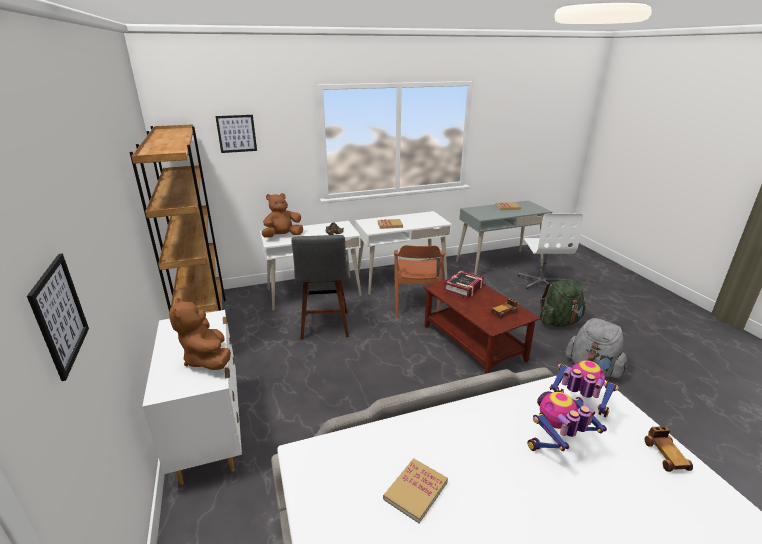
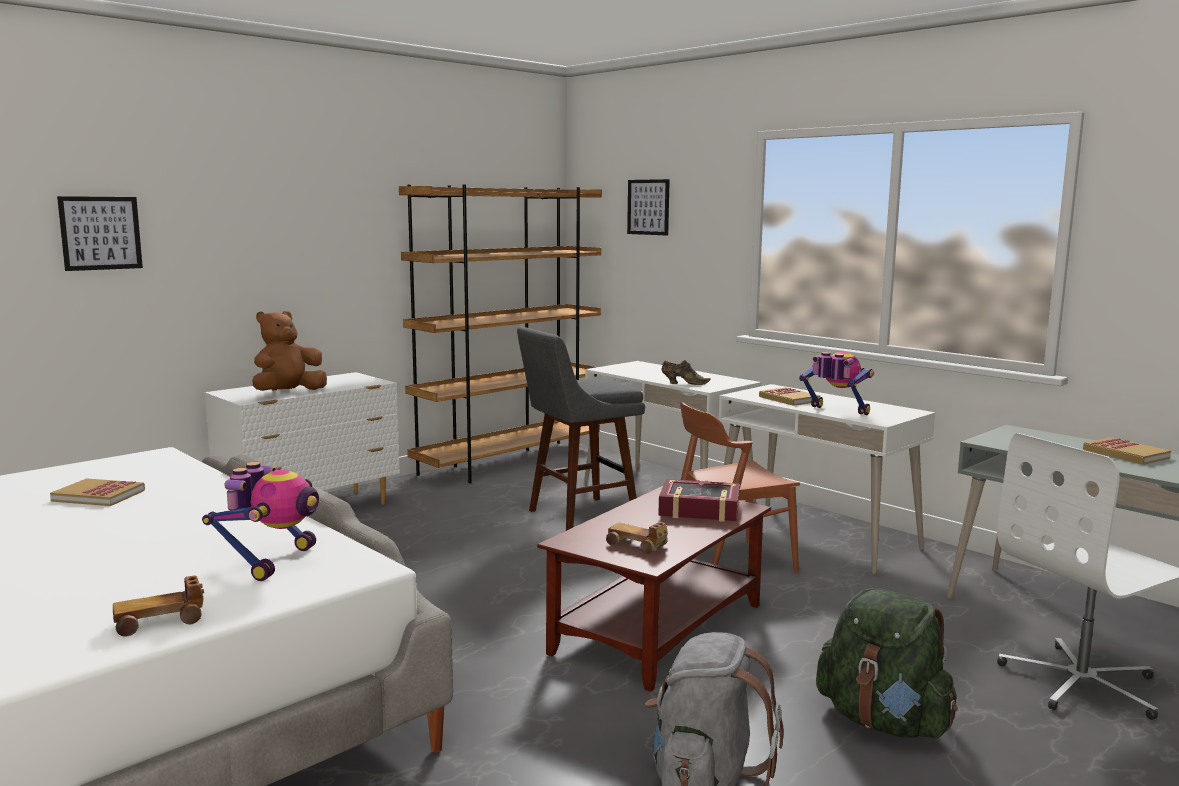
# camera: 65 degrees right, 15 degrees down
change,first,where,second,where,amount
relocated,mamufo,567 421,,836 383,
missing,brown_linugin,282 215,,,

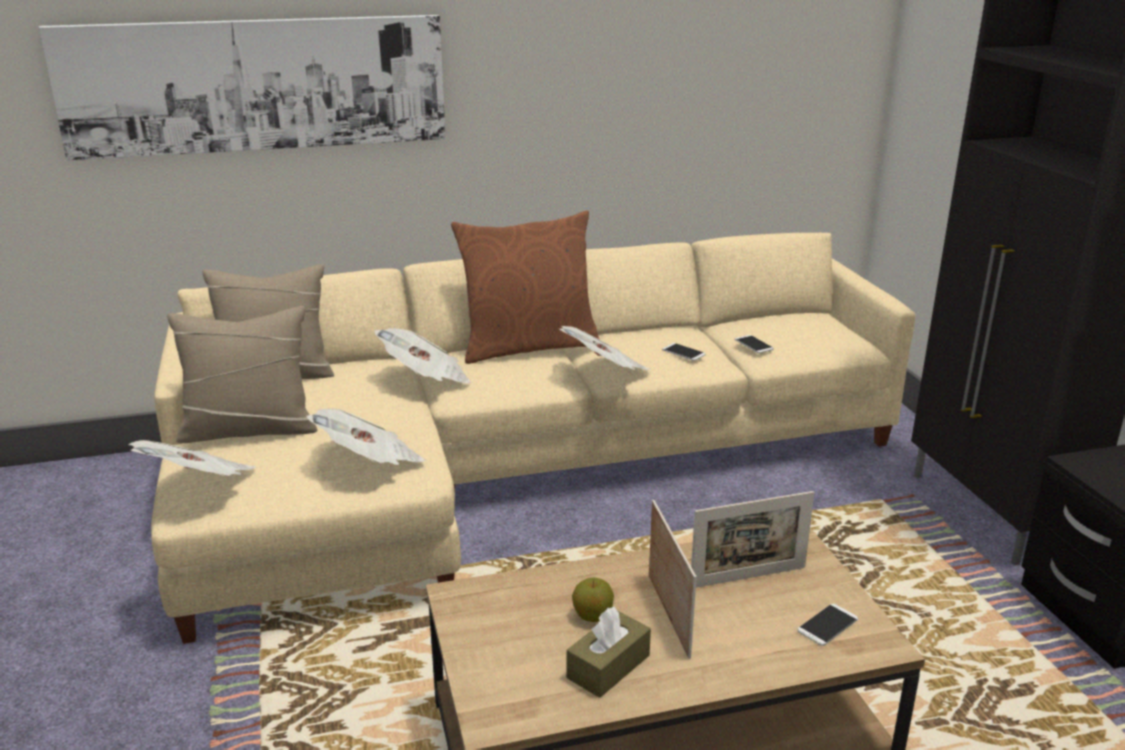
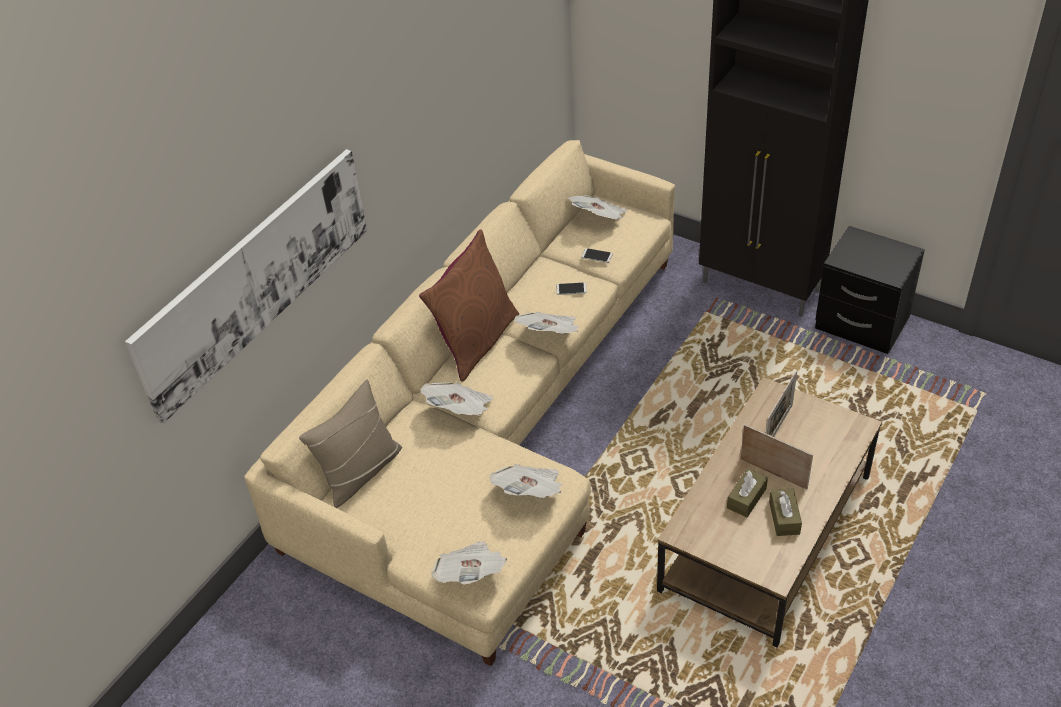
# camera: 40 degrees left, 20 degrees up
change,first,where,second,where,amount
appeared,,,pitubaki,597 207,
exchanged,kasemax,593 599,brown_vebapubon,747 492,
missing,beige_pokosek,242 374,,,
missing,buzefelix,827 625,,,

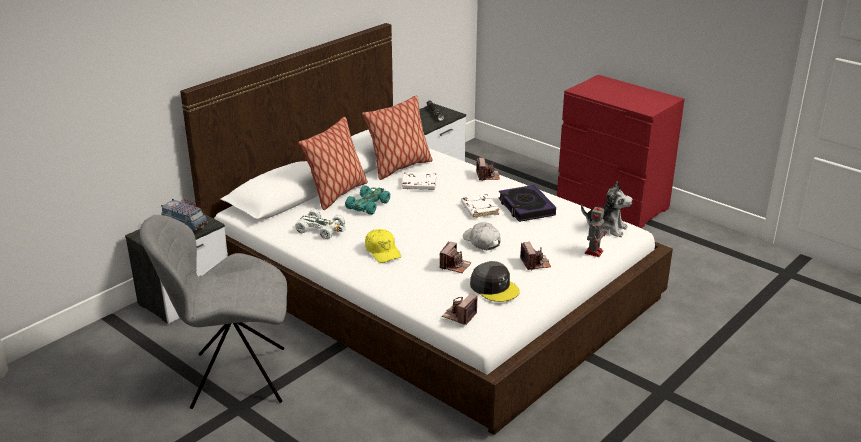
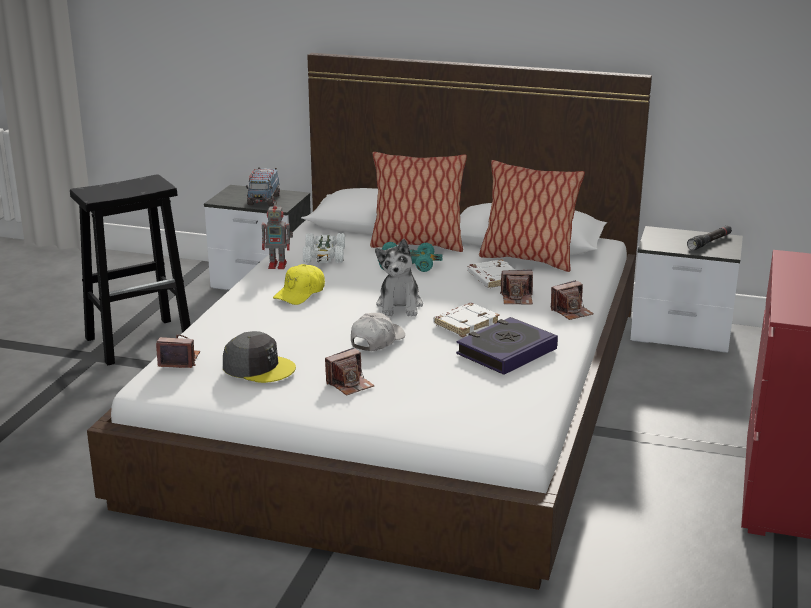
# camera: 65 degrees right, 5 degrees down
change,first,where,second,where,amount
exchanged,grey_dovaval,213 312,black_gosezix,130 269,
spun,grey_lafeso,495 281,,259 357,90 degrees counterclockwise
relocated,mamufo,595 230,,277 235,
relocated,linugin,607 209,,399 277,
relocated,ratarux,456 257,,516 287,

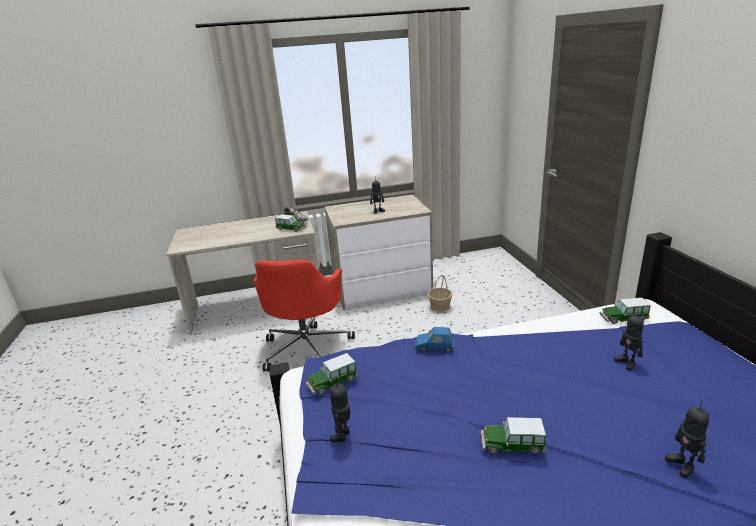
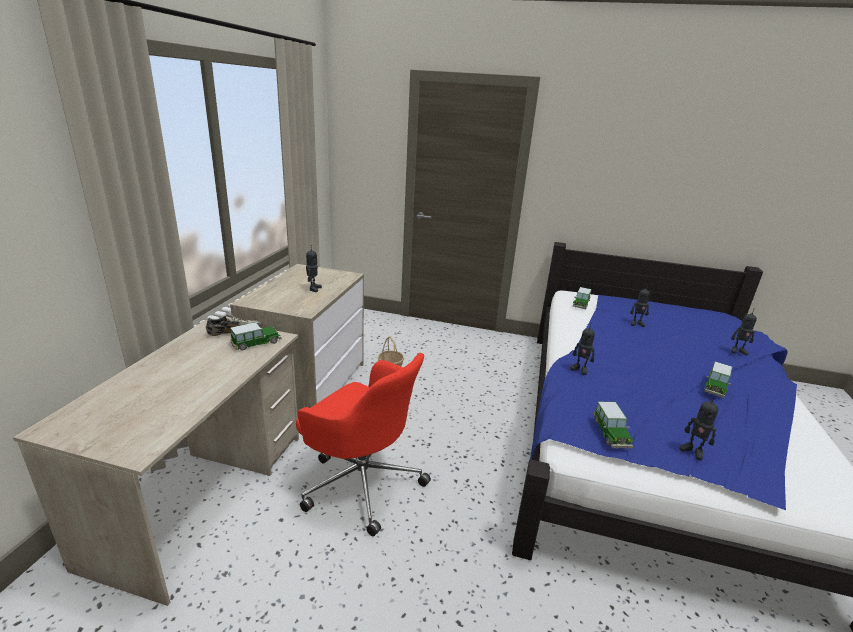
# camera: 65 degrees left, 0 degrees up
change,first,where,second,where,amount
exchanged,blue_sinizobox,434 339,mamufo,582 349,

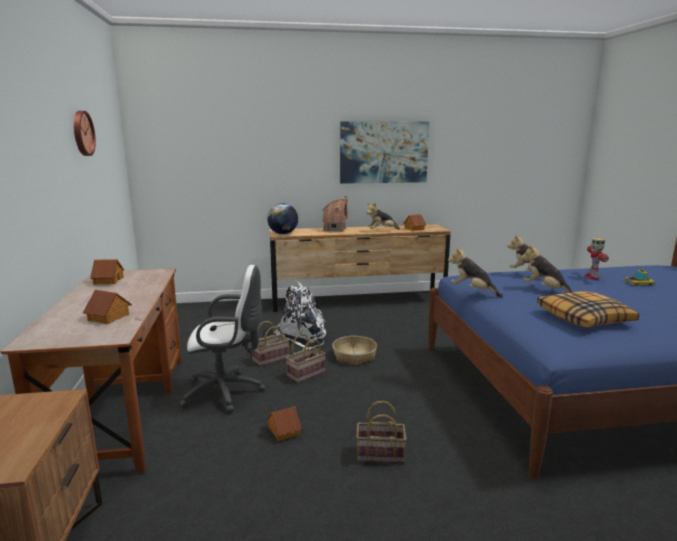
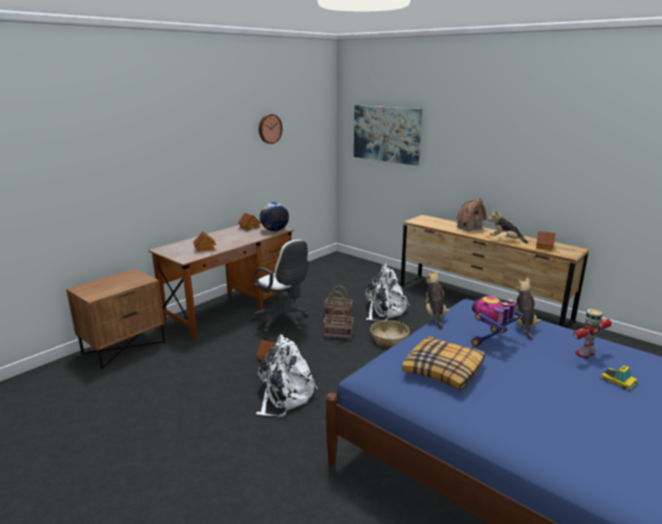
# camera: 50 degrees right, 5 degrees up
change,first,where,second,where,amount
exchanged,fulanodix,381 432,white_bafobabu,287 375,
relocated,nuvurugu,282 218,,274 216,
relocated,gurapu,384 152,,388 135,
exchanged,linugin,546 268,mamufo,498 321,

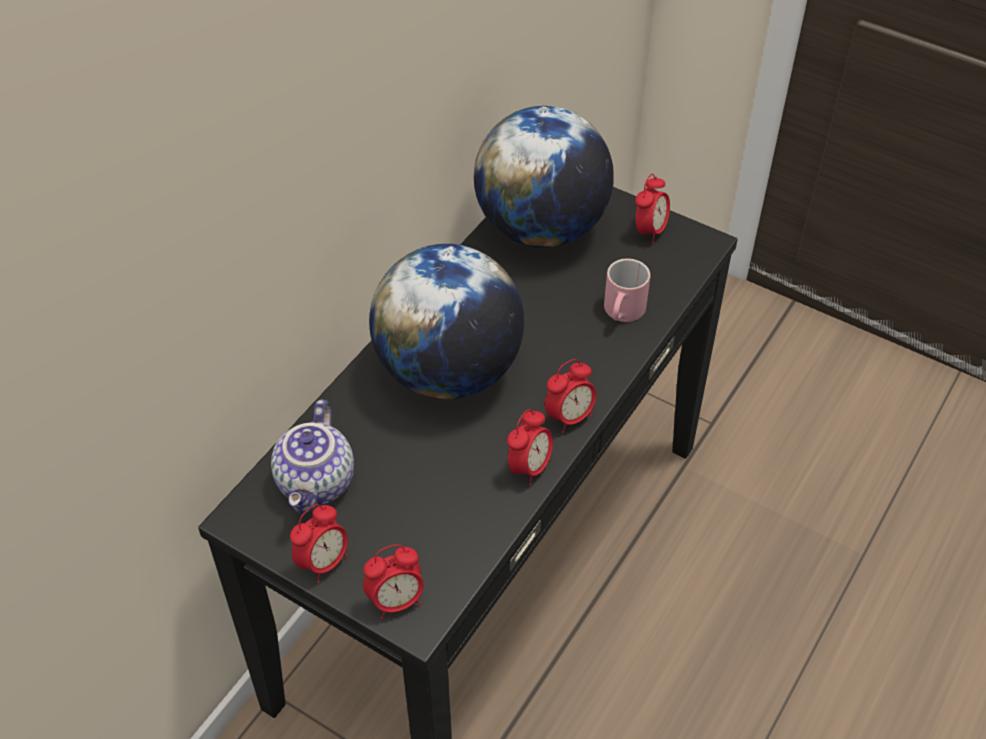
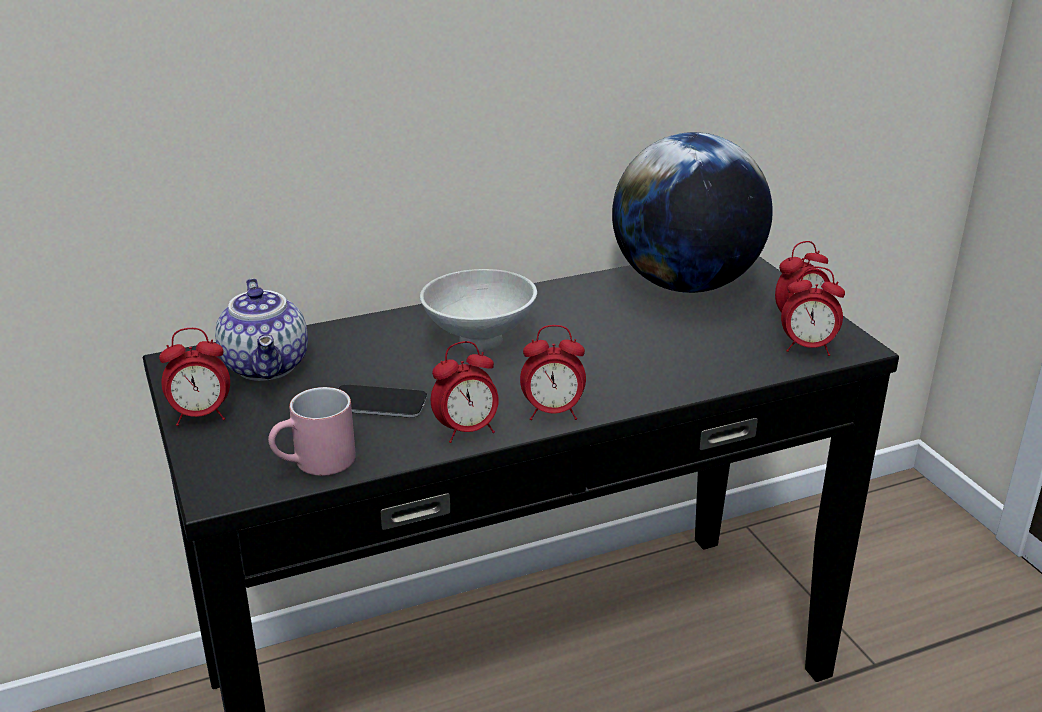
# camera: 35 degrees right, 20 degrees down
change,first,where,second,where,amount
spun,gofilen,312 457,,261 329,60 degrees counterclockwise
relocated,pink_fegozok,627 290,,312 431,
appeared,,,buzefelix,382 401,
exchanged,nuvurugu,446 321,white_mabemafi,478 310,
relocated,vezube,393 582,,813 311,

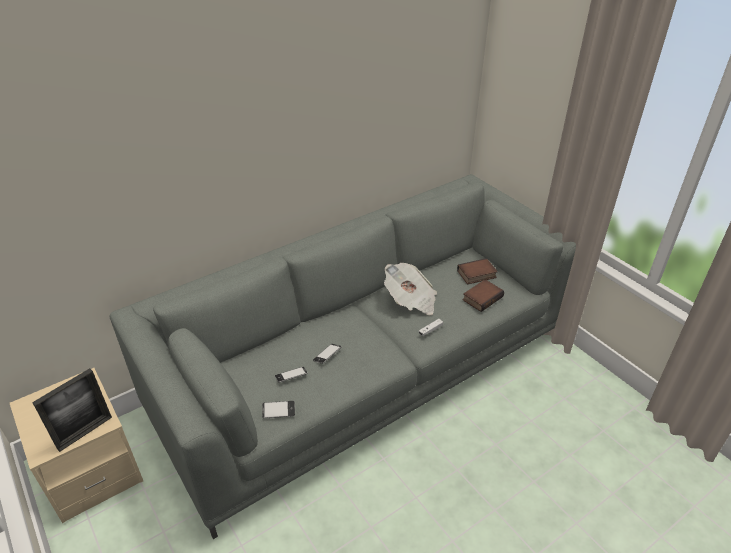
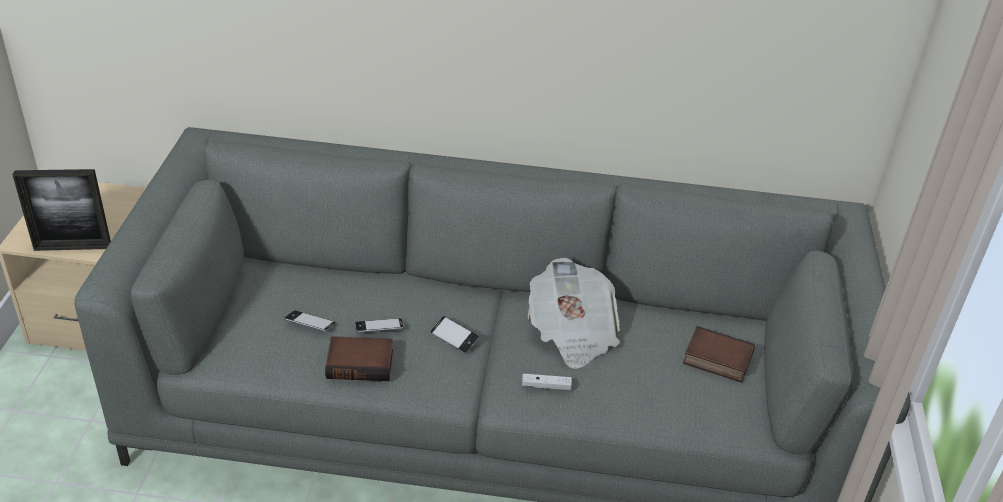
# camera: 40 degrees right, 0 degrees up
change,first,where,second,where,amount
relocated,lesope,483 295,,359 358,
relocated,buzefelix,278 409,,454 335,

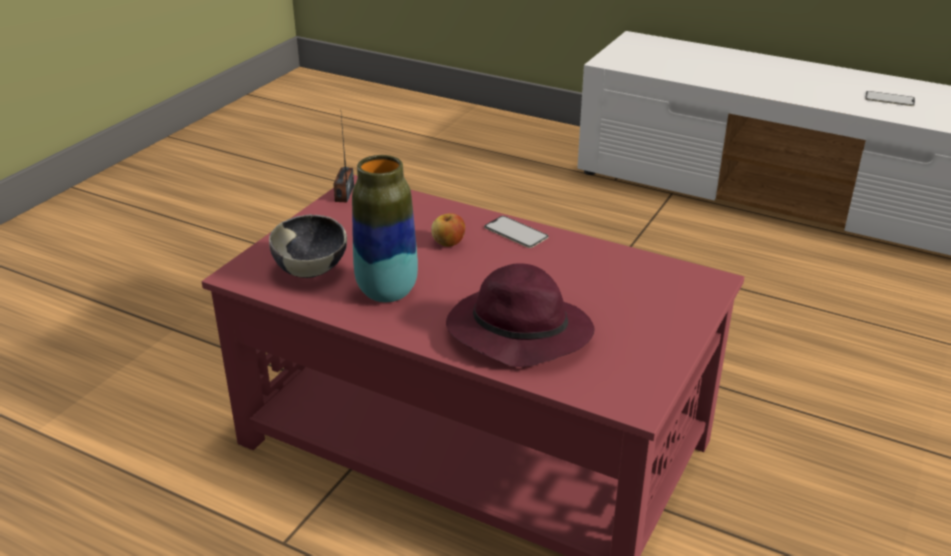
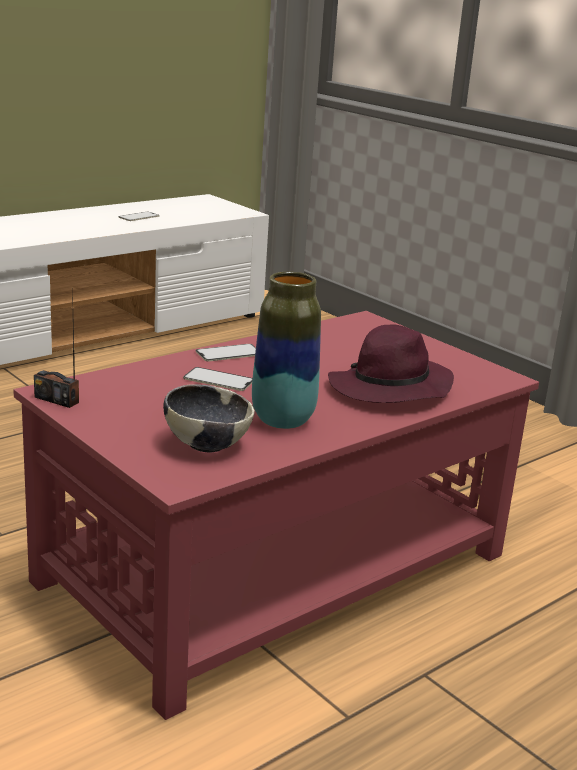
# camera: 70 degrees left, 10 degrees down
change,first,where,second,where,amount
exchanged,kasemax,448 230,buzefelix,218 379,

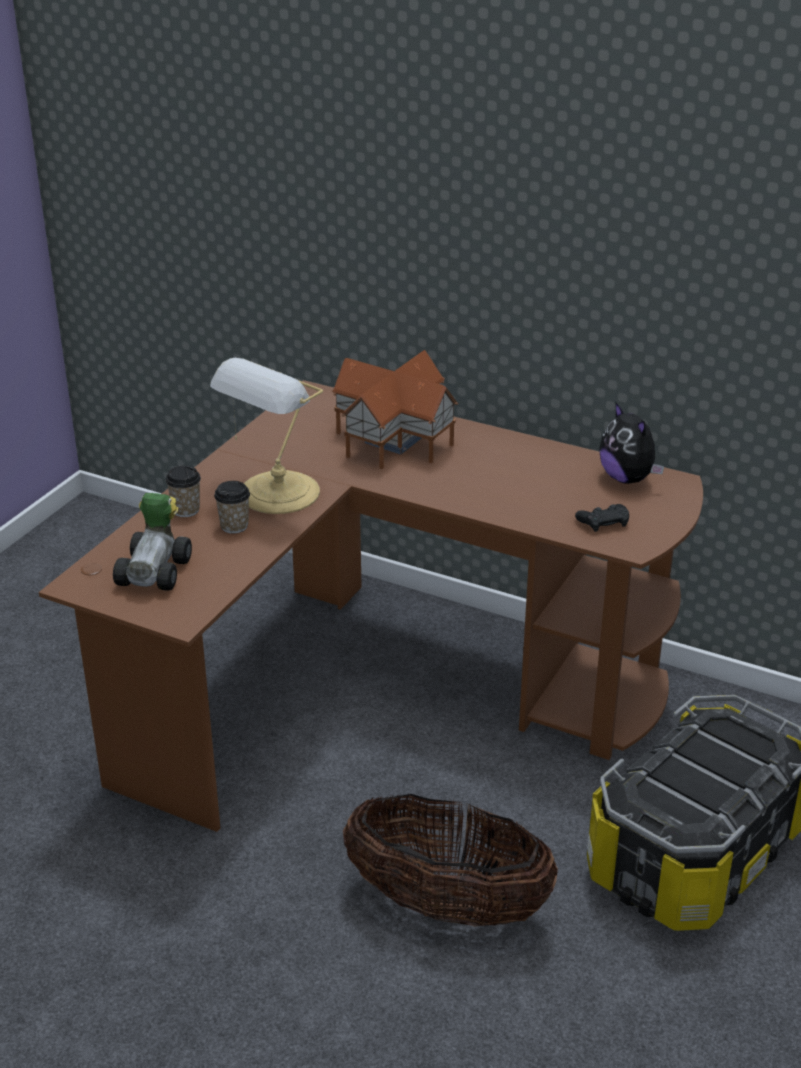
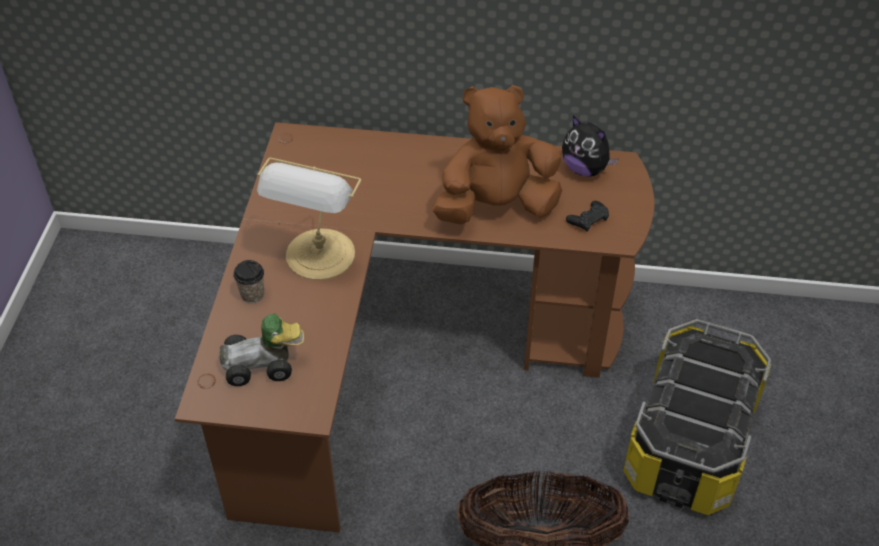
# camera: 20 degrees left, 15 degrees up
change,first,where,second,where,amount
spun,sinizobox,152 542,,262 349,90 degrees clockwise
appeared,,,brown_linugin,497 154,
missing,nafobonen,232 507,,,
missing,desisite,395 409,,,

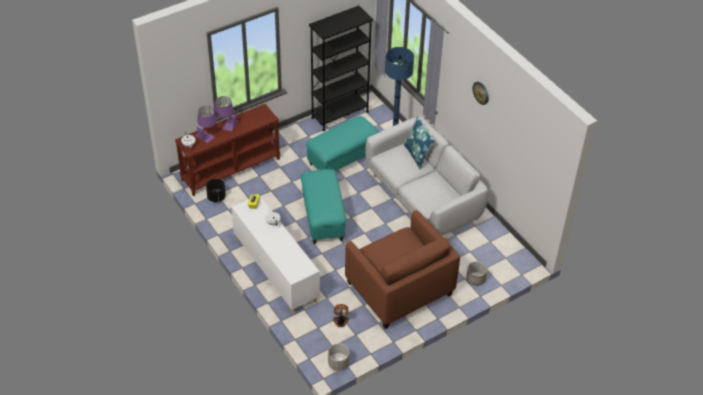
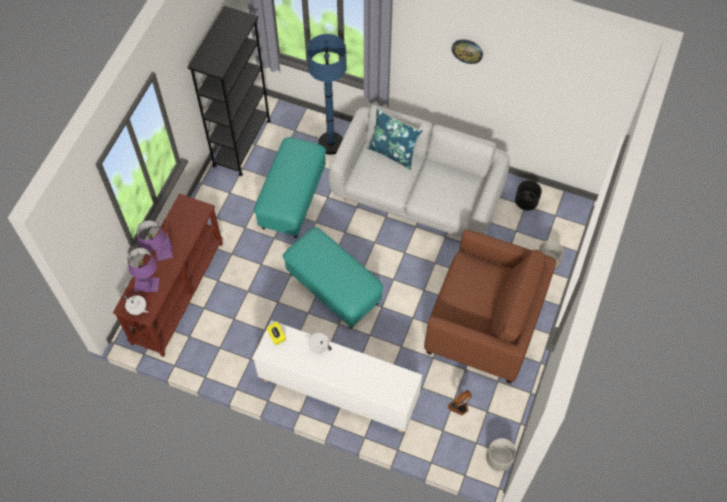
# camera: 35 degrees left, 15 degrees up
change,first,where,second,where,amount
relocated,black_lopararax,216 190,,528 195,

